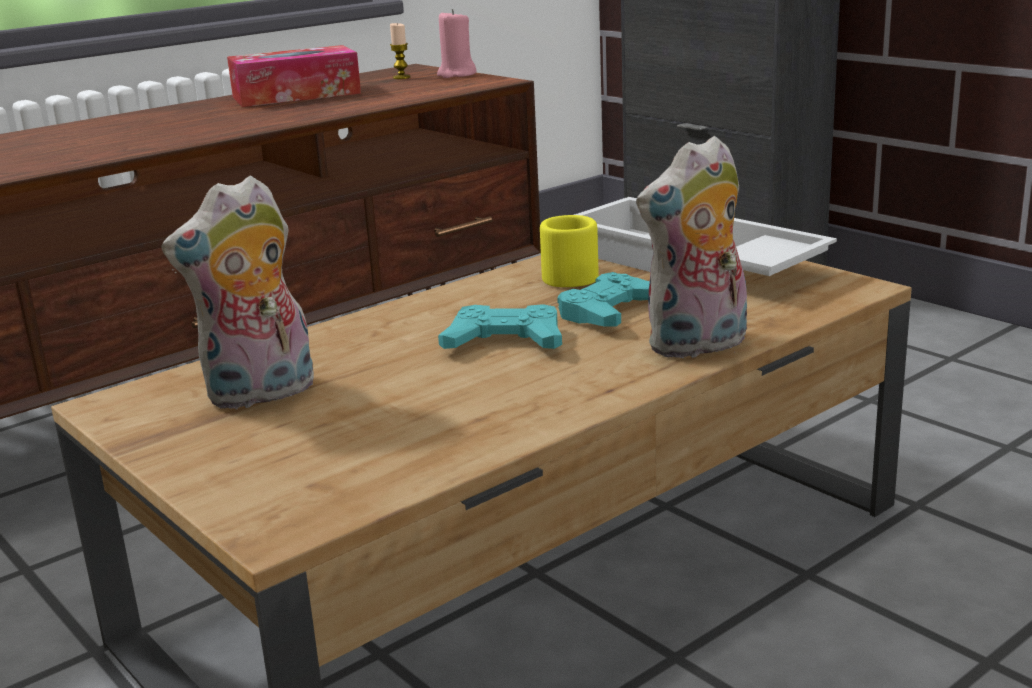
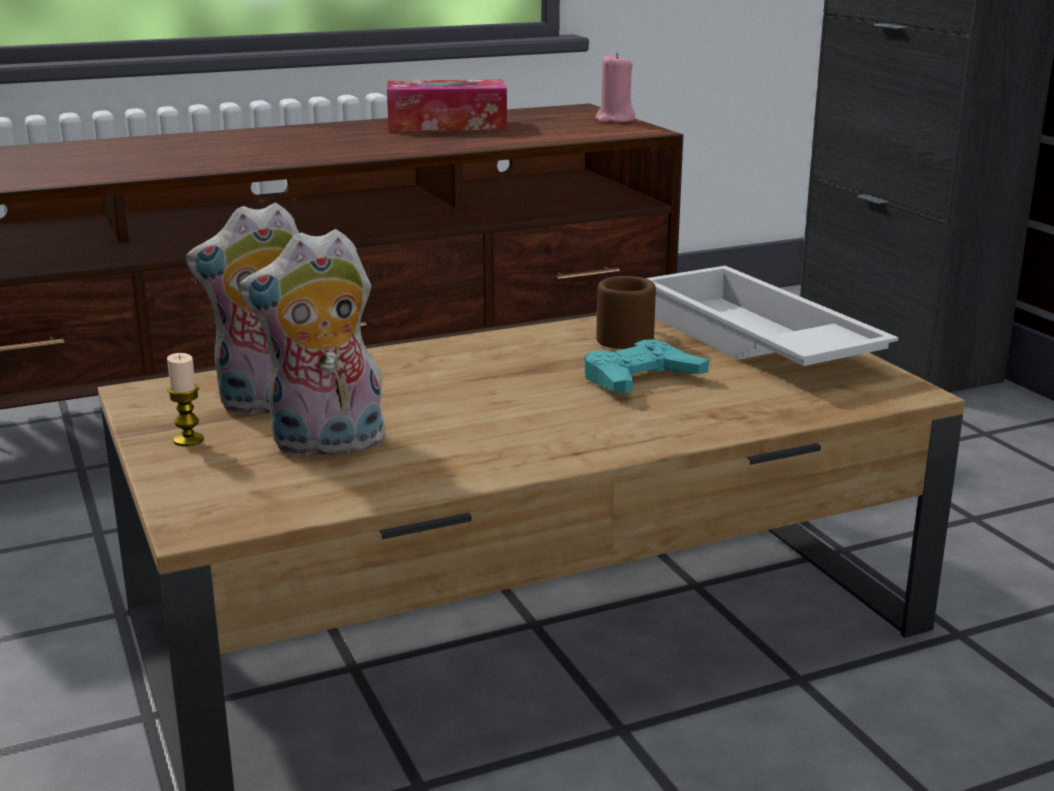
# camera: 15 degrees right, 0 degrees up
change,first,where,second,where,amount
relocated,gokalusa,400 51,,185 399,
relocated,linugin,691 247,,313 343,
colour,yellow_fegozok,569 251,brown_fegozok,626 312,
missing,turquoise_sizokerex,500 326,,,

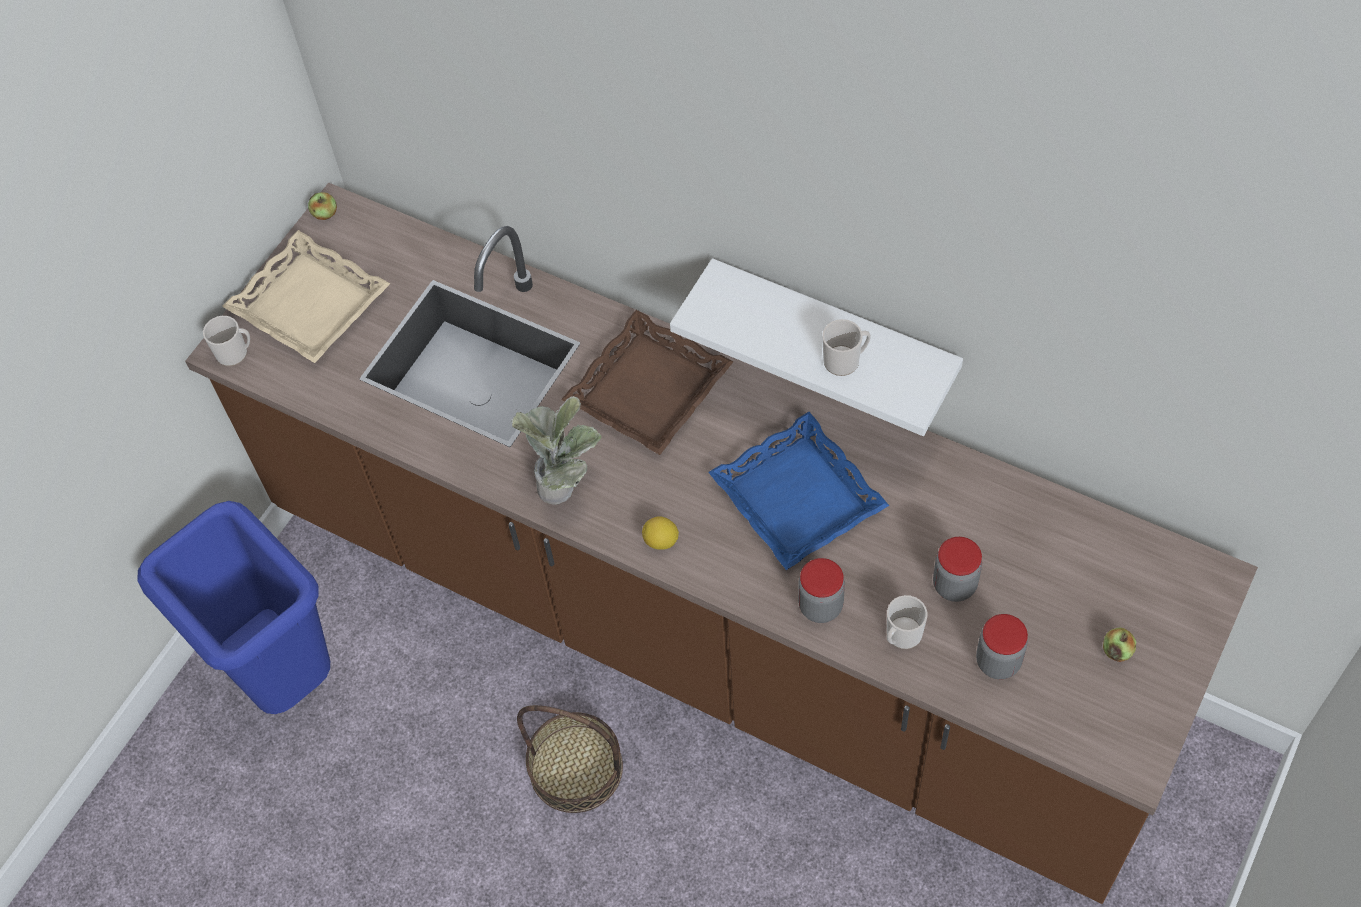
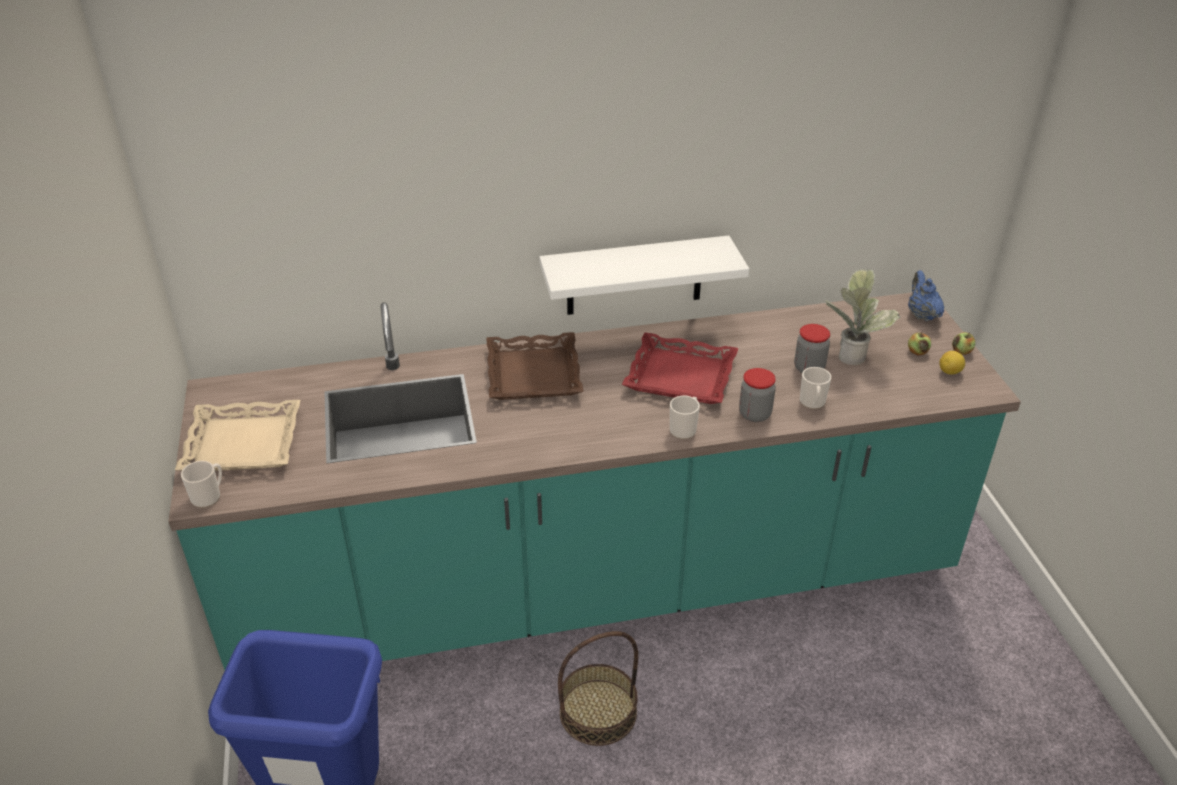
# camera: 45 degrees left, 20 degrees down
change,first,where,second,where,amount
colour,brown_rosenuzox,721 543,turquoise_rosenuzox,594 481,
colour,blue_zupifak,798 491,red_zupifak,680 368,
relocated,fegozok,846 347,,685 417,
relocated,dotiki,556 450,,862 317,
appeared,,,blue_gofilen,926 295,
relocated,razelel,660 533,,952 363,
relocated,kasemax,322 206,,963 343,
missing,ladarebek,1002 646,,,

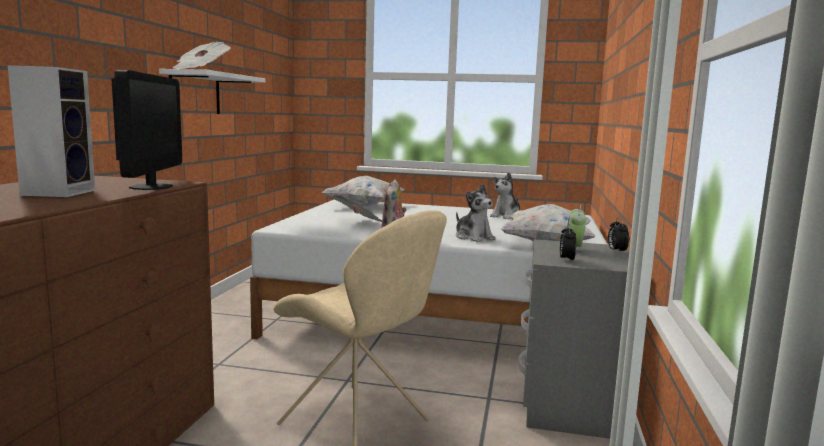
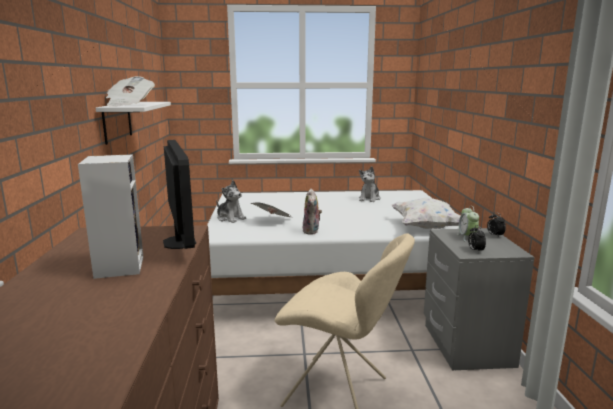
# camera: 15 degrees left, 5 degrees up
change,first,where,second,where,amount
relocated,linugin,476 213,,231 201,
missing,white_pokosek,363 191,,,

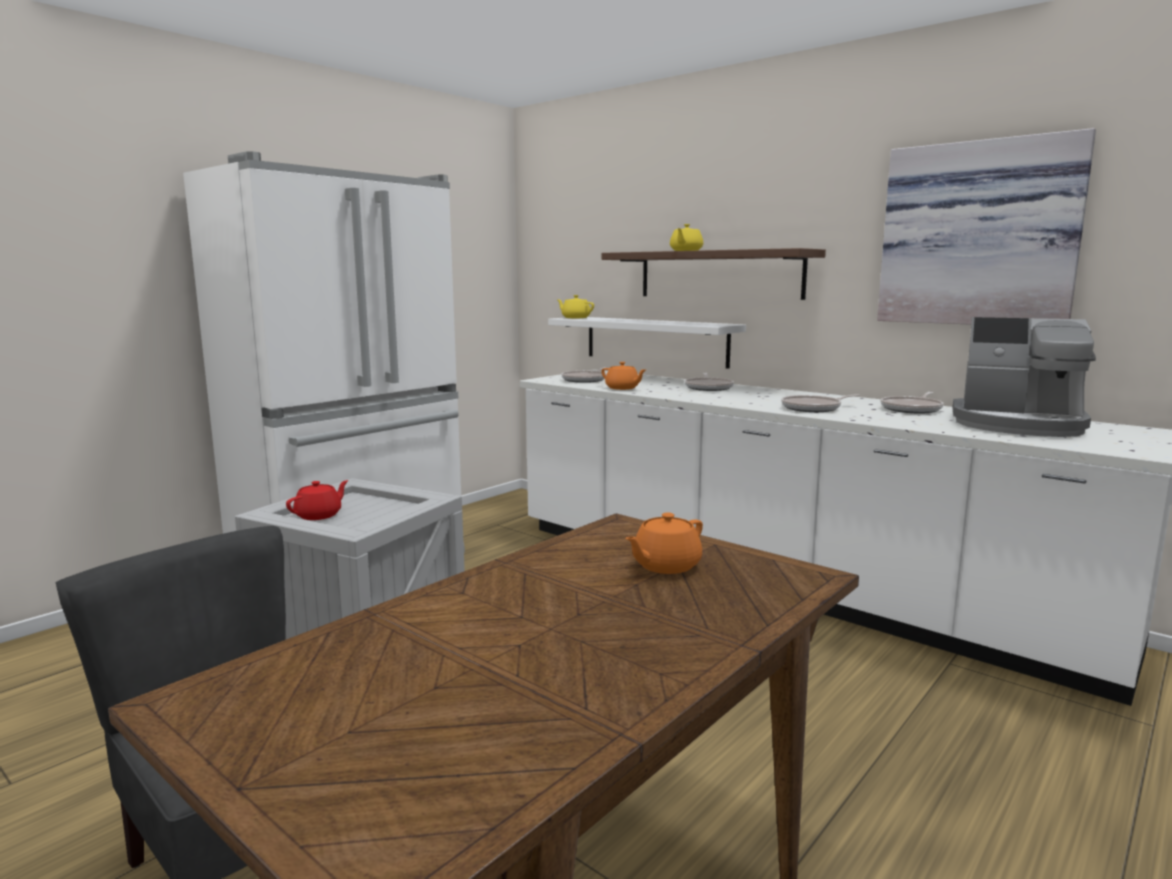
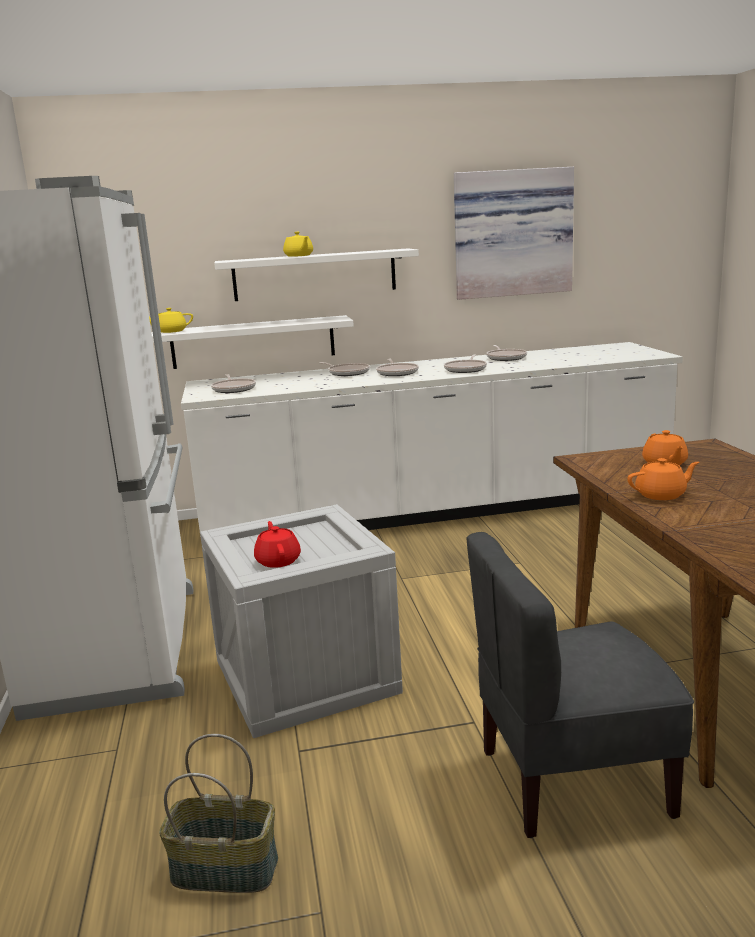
# camera: 50 degrees left, 5 degrees up
change,first,where,second,where,amount
appeared,,,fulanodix,218 813,
colour,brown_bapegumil,713 274,white_bapegumil,316 274,
appeared,,,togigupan,397 367,
relocated,orange_gofilen,623 376,,663 479,
missing,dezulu,1024 377,,,

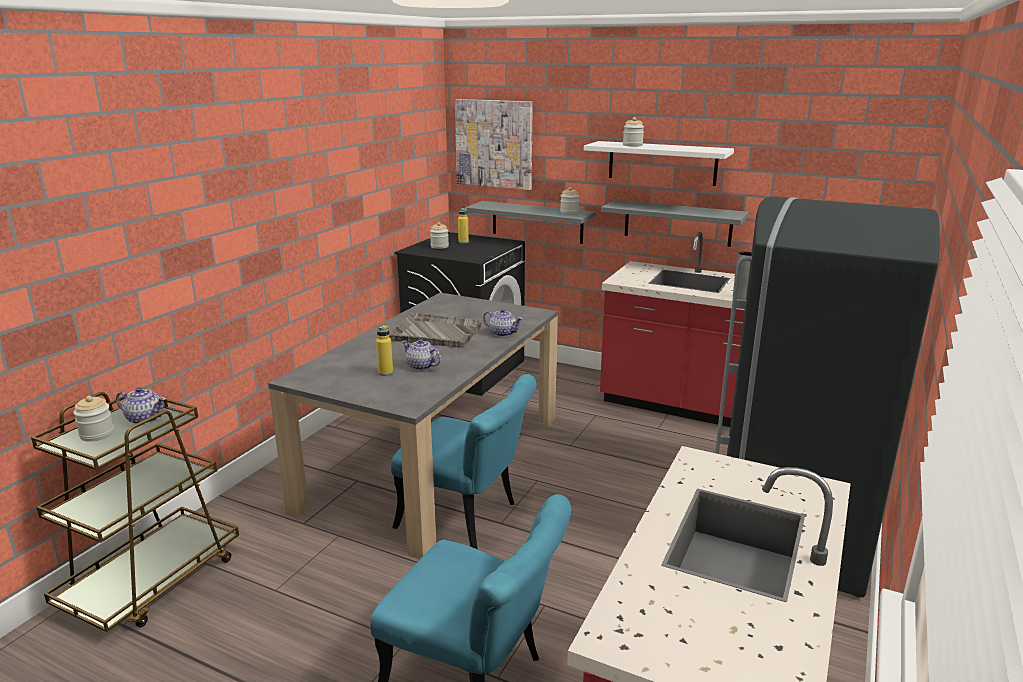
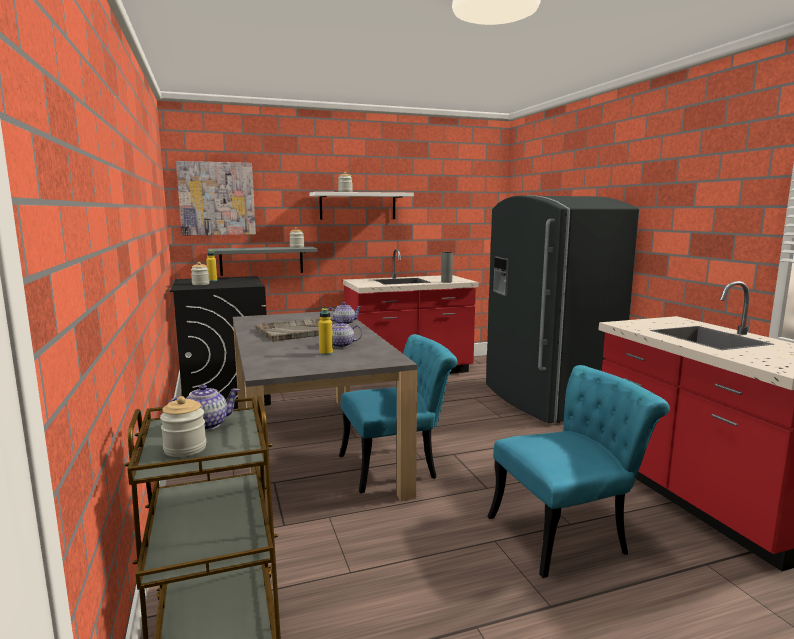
# camera: 45 degrees left, 10 degrees down
change,first,where,second,where,amount
missing,grey_bapegumil,675 223,,,

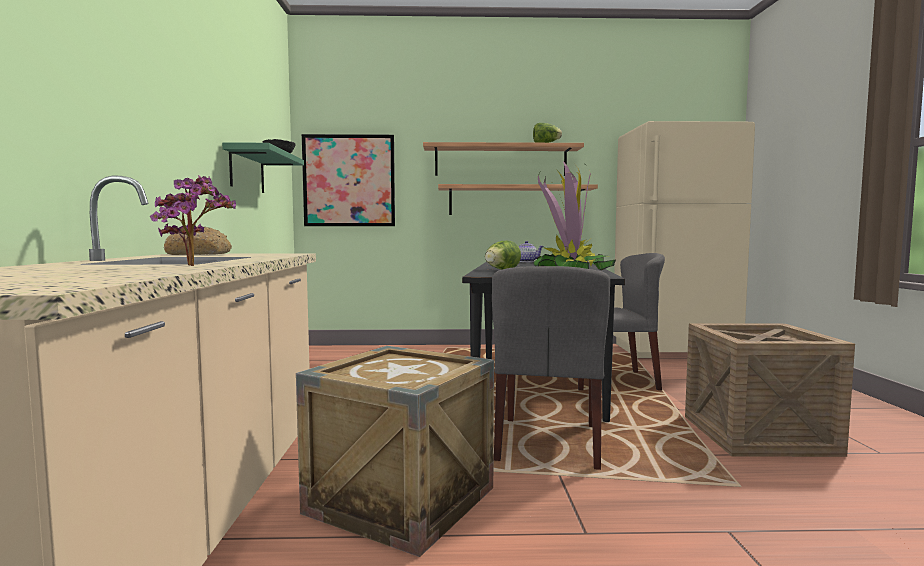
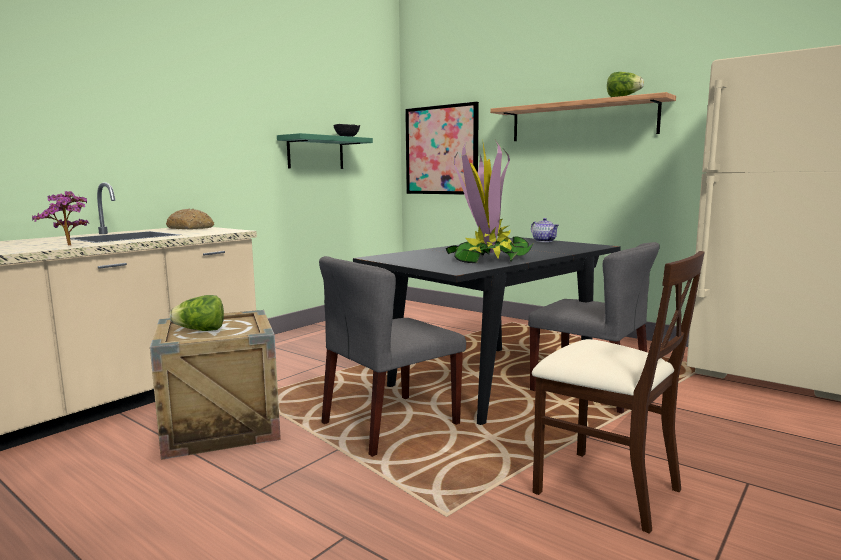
# camera: 40 degrees right, 5 degrees up
change,first,where,second,where,amount
relocated,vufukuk,503 255,,197 313,
exchanged,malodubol,770 390,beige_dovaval,618 392,
missing,bapegumil,518 199,,,

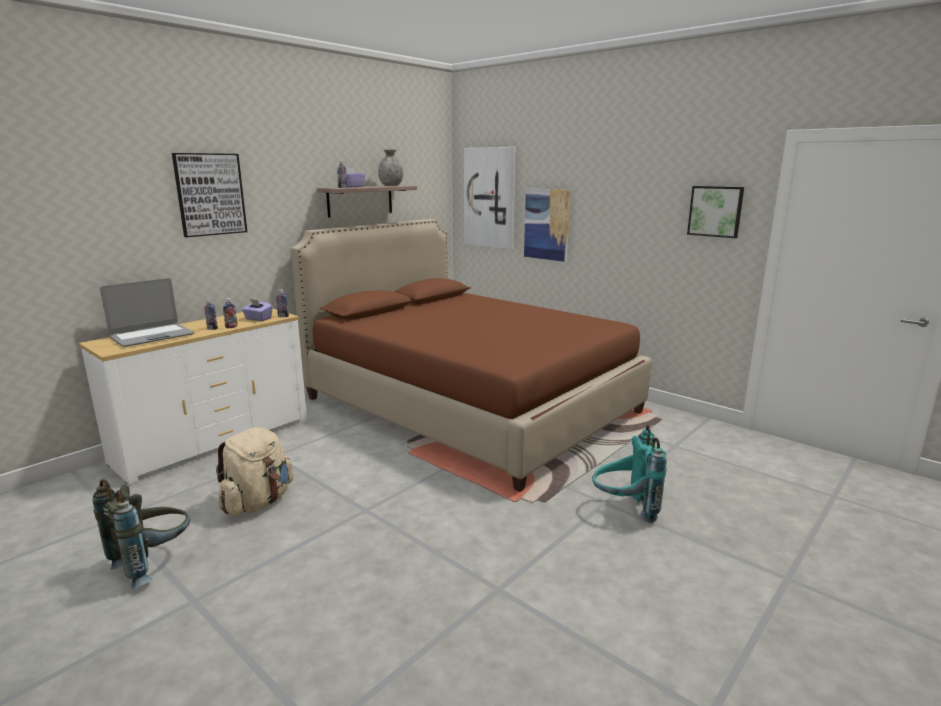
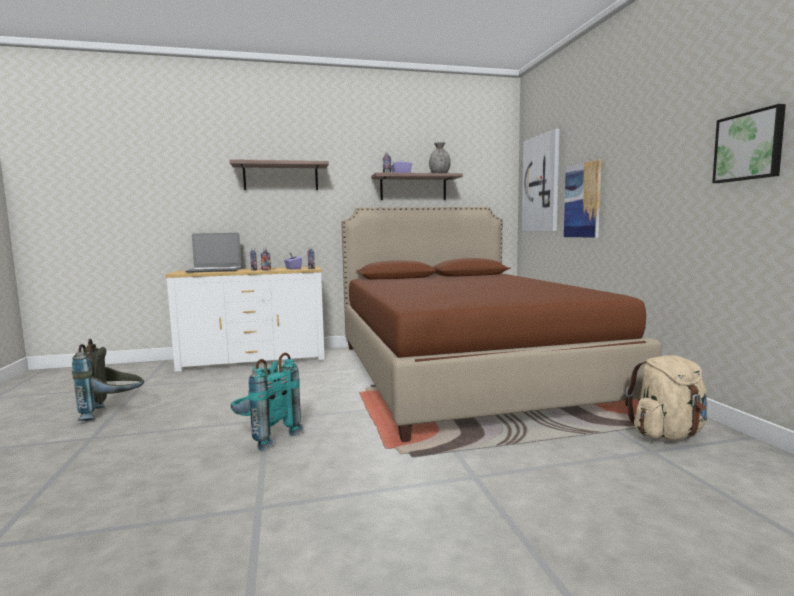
# camera: 35 degrees right, 10 degrees down
change,first,where,second,where,amount
exchanged,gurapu,209 195,bapegumil,279 174,
relocated,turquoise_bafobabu,629 474,,267 402,
relocated,beige_bafobabu,255 471,,666 398,

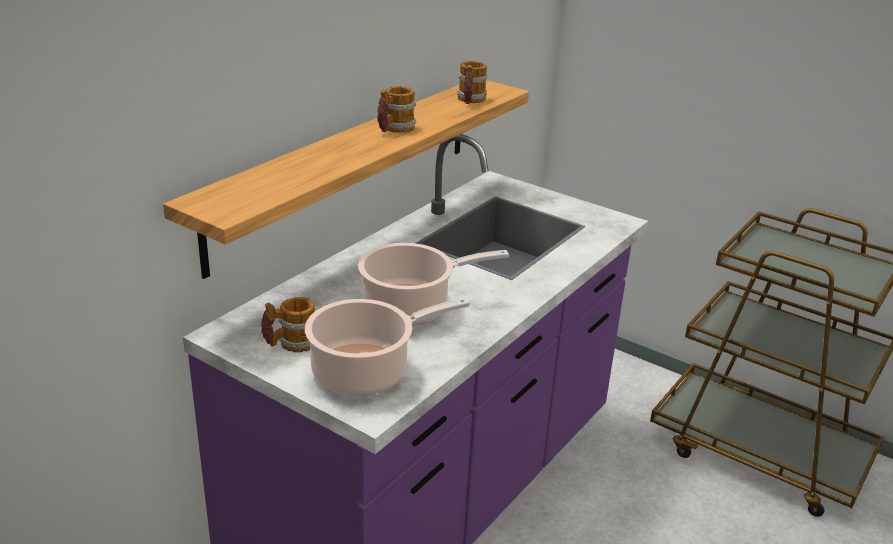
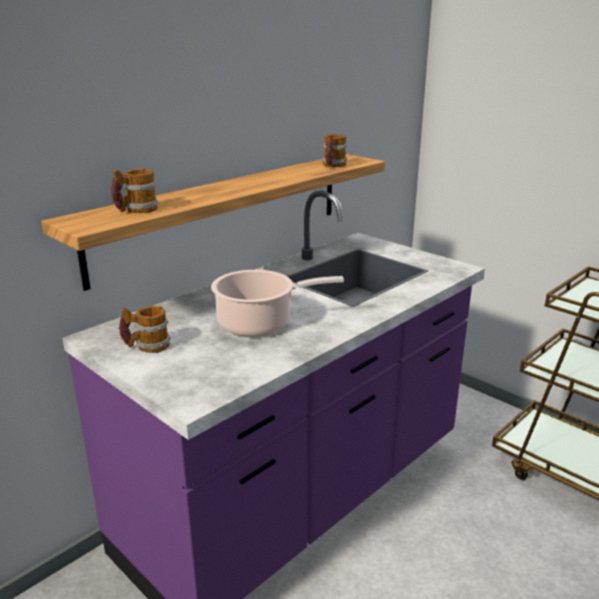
# camera: 10 degrees right, 5 degrees down
change,first,where,second,where,amount
relocated,fegozok,396 109,,134 191,
missing,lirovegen,387 347,,,

